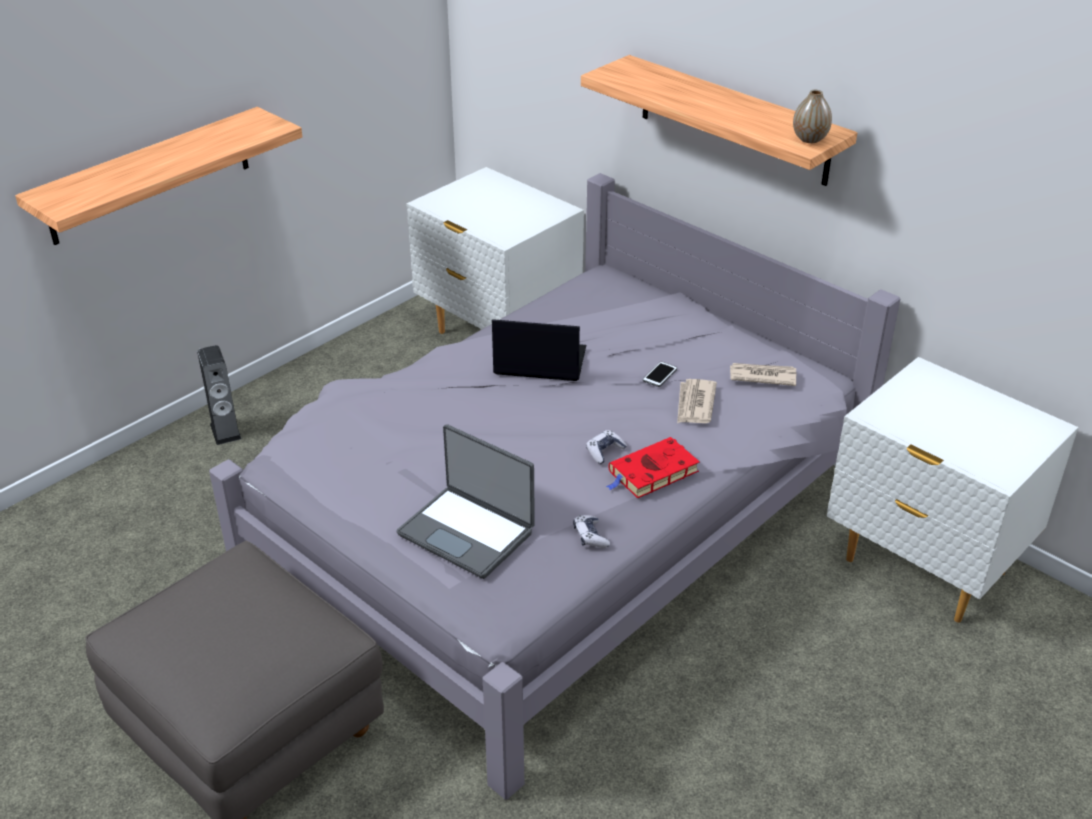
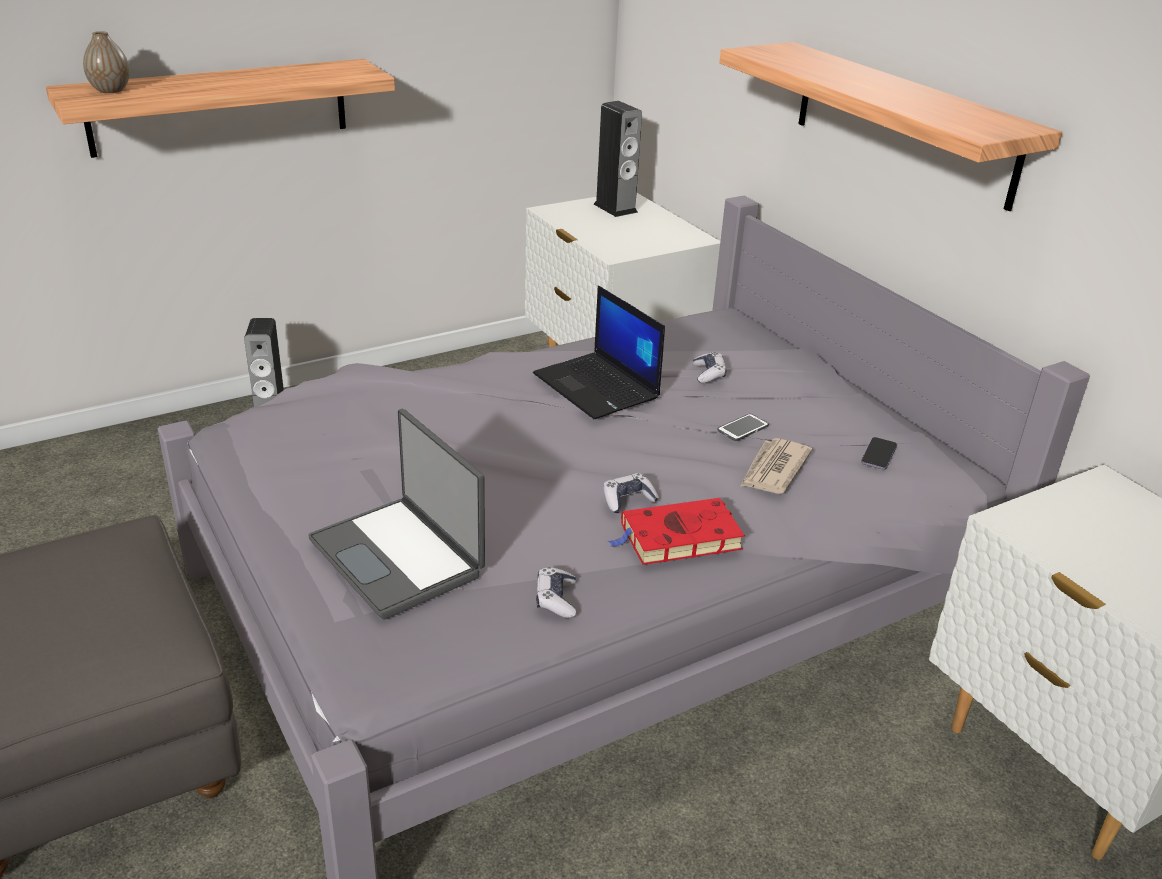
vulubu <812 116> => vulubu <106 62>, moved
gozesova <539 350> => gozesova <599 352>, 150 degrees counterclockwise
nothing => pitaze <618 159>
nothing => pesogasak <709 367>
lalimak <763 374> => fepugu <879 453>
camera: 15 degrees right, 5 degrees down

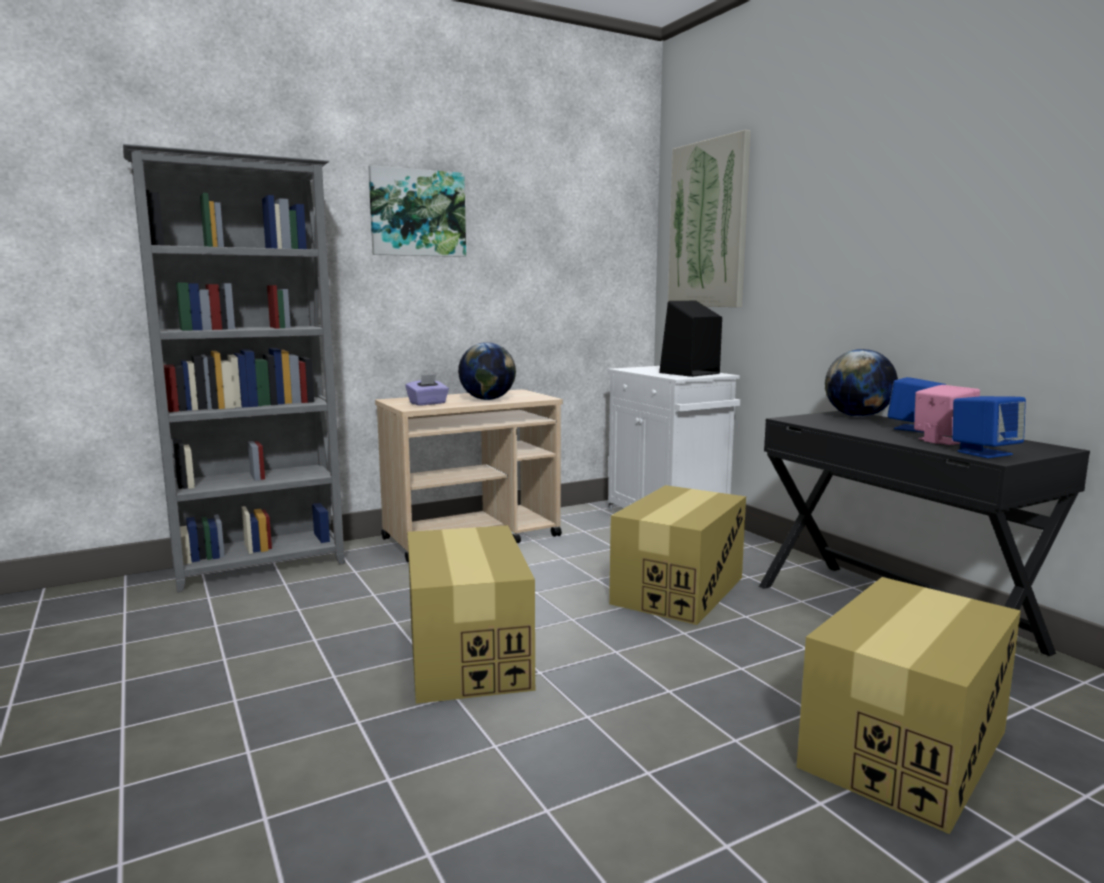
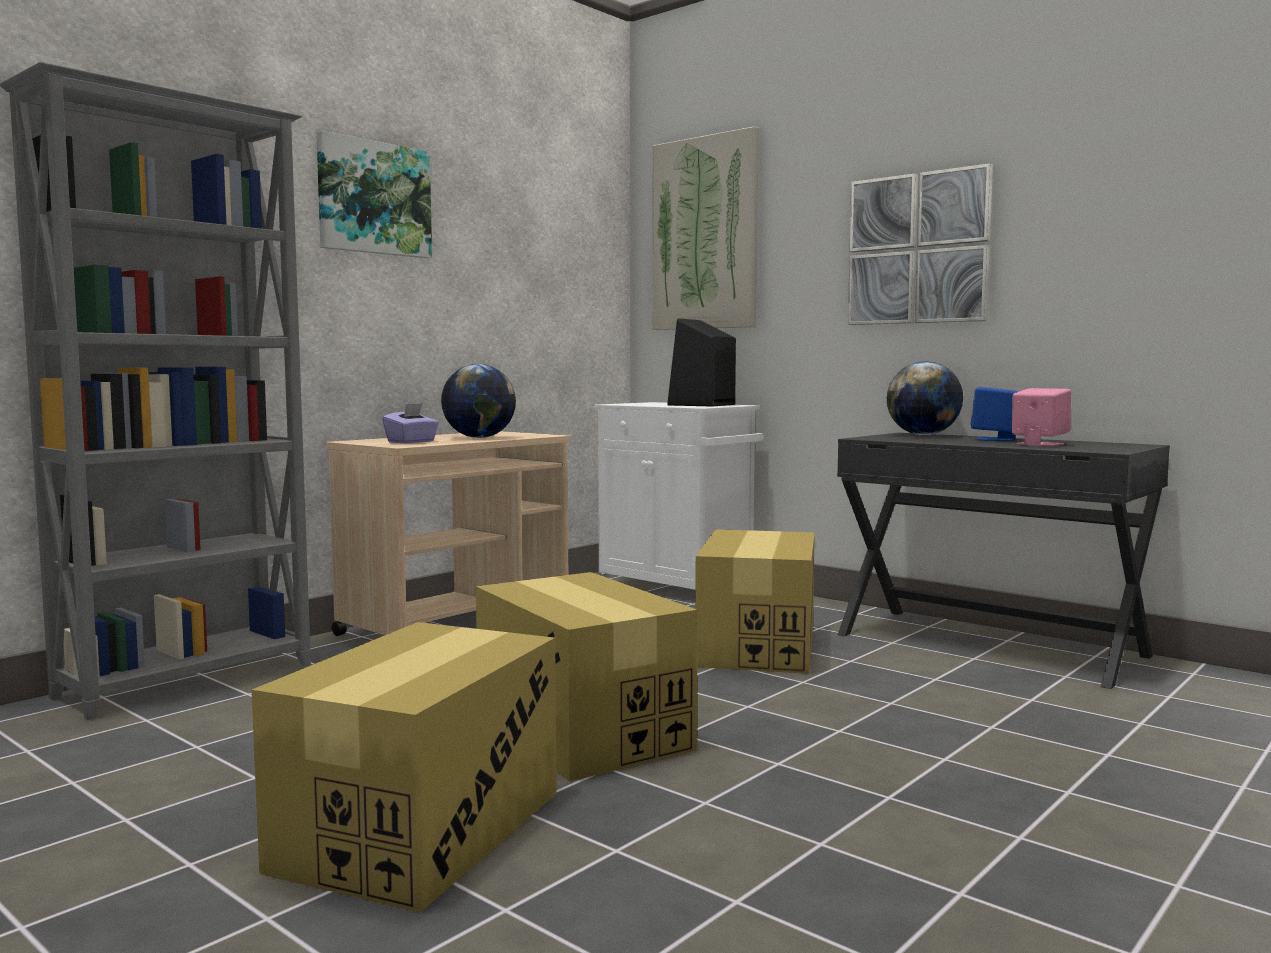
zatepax <909 705> => zatepax <404 767>, moved
nothing => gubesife <920 244>
blue_pitaze <989 427> => nothing
camera: 20 degrees left, 5 degrees down

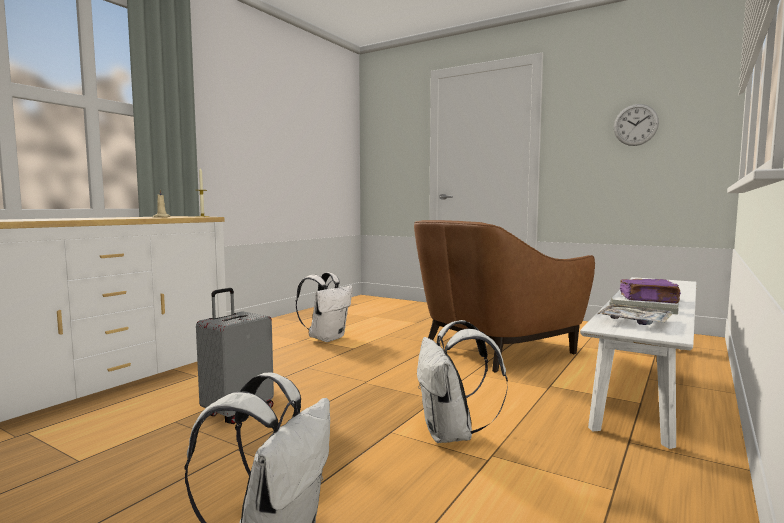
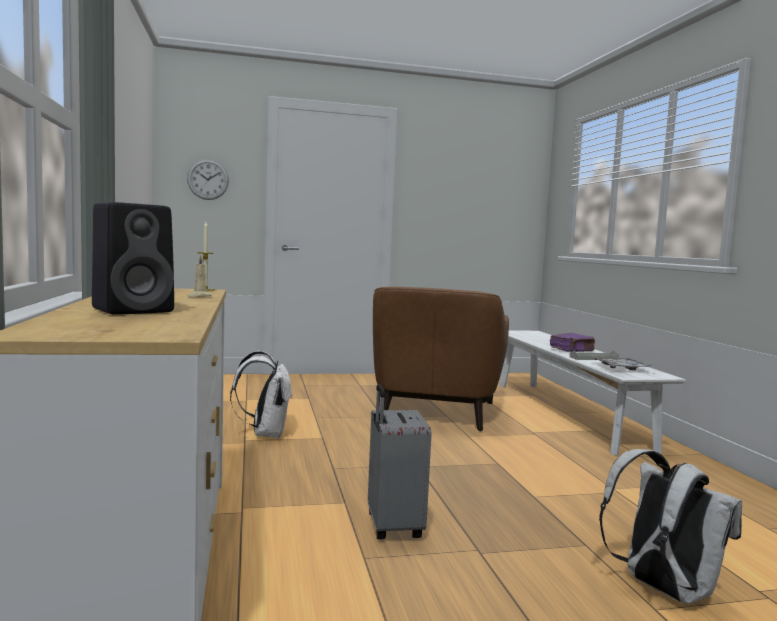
nothing => black_pitaze <133 258>
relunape <636 125> => relunape <208 179>, moved
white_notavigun <462 381> => nothing
camera: 45 degrees left, 0 degrees up

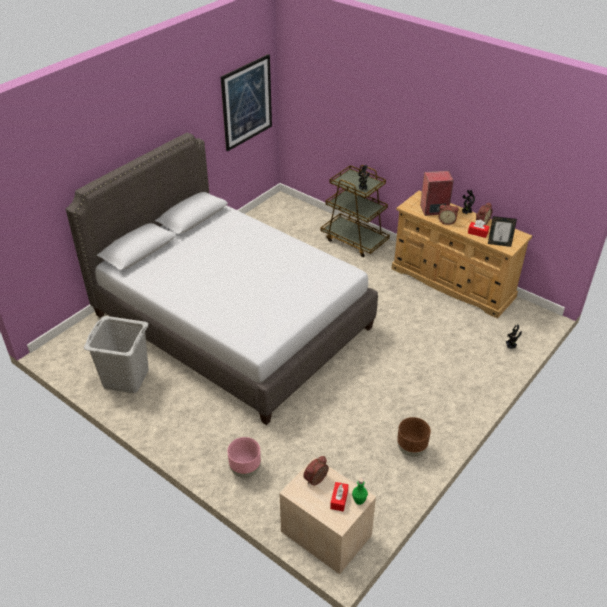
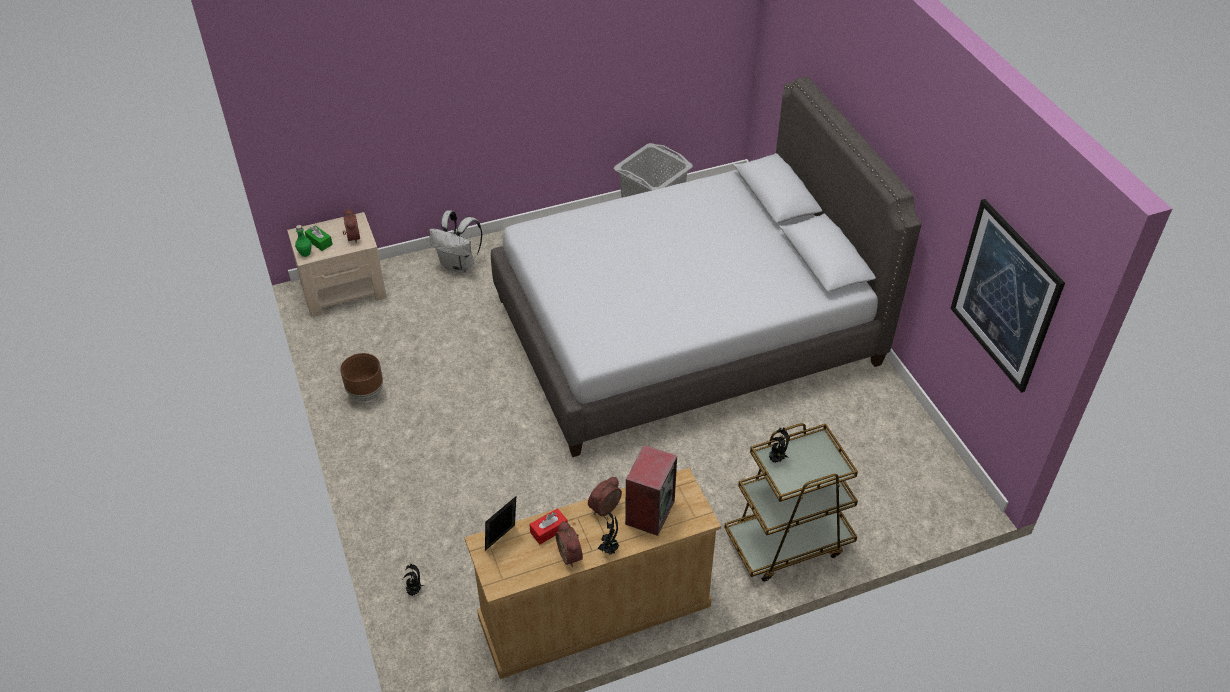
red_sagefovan <339 497> => green_sagefovan <319 238>
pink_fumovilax <244 457> => white_notavigun <455 241>
camera: 120 degrees right, 5 degrees up

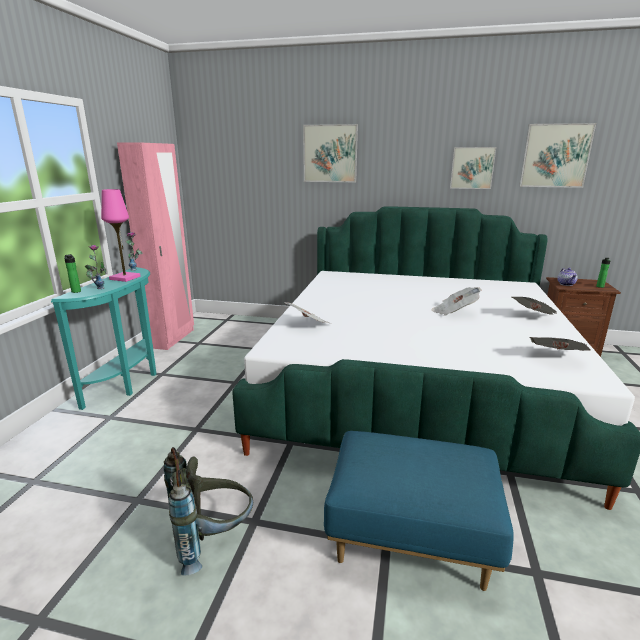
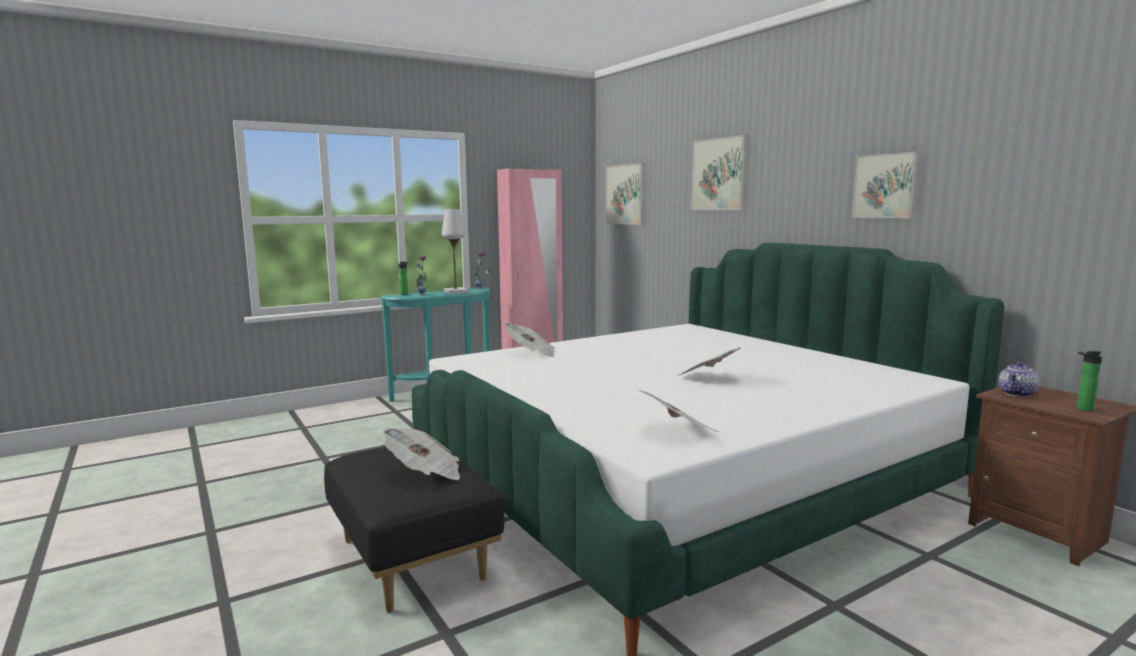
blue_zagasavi <419 511> => black_zagasavi <414 529>
lalimak <534 306> => lalimak <421 454>, moved
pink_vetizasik <121 235> => white_vetizasik <455 251>
gubesife <557 155> => gubesife <625 194>, moved
grey_notavigun <208 511> => nothing
camera: 45 degrees right, 10 degrees down

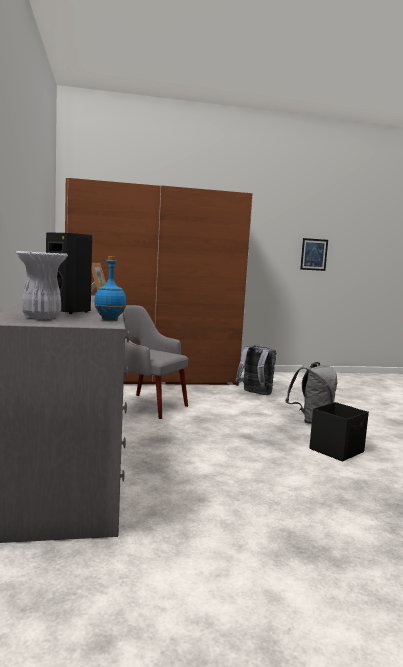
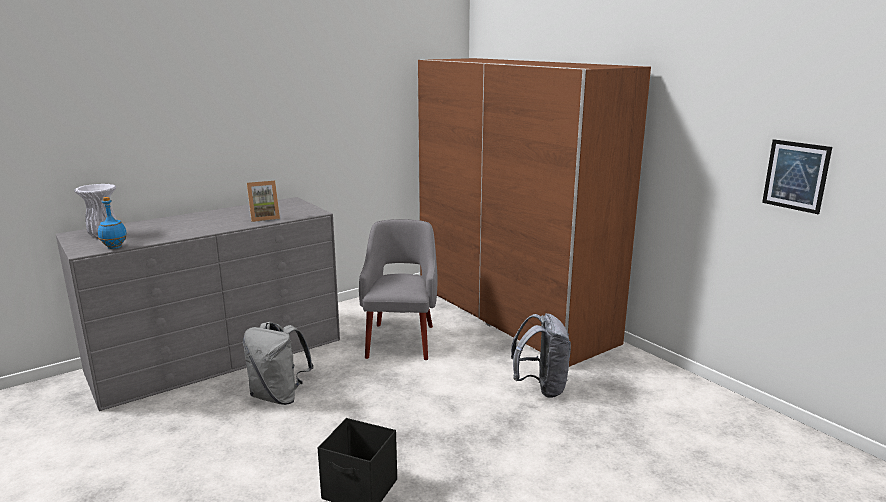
grey_notavigun <311 393> => grey_notavigun <278 363>, moved
black_pitaze <69 273> => nothing
camera: 65 degrees right, 10 degrees up

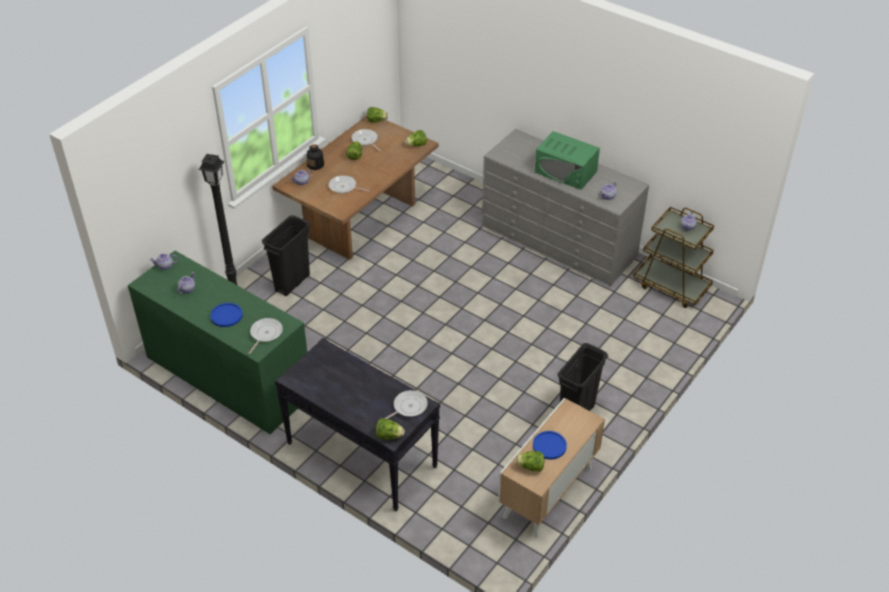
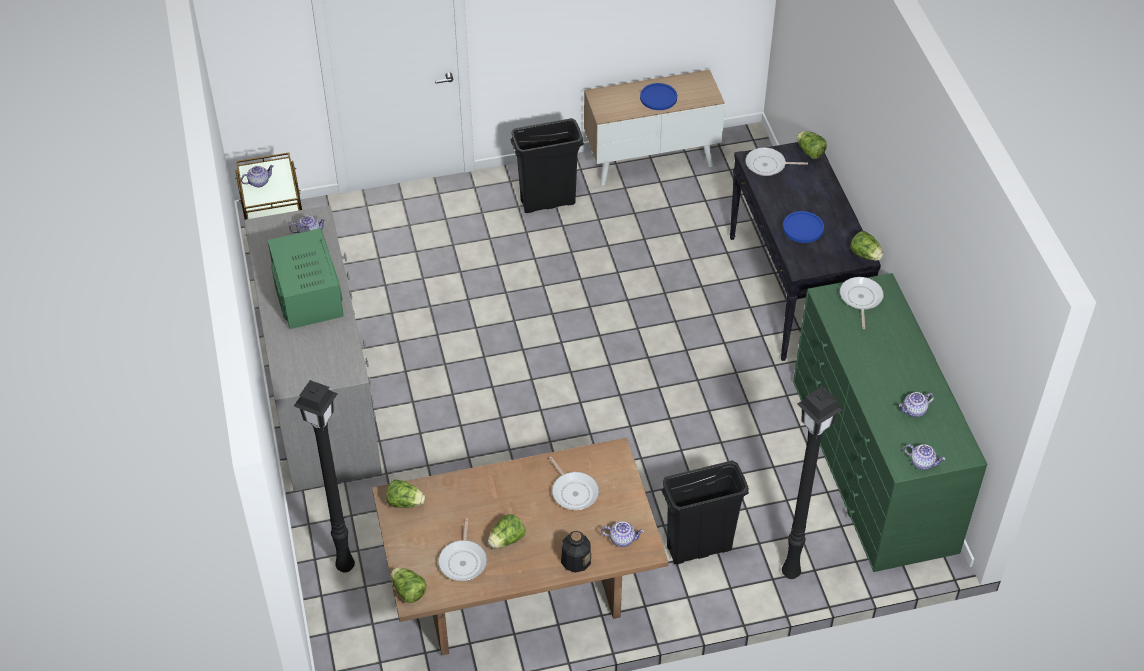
nothing => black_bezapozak <324 476>
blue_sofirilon <226 315> => blue_sofirilon <803 227>, moved
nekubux <265 336> => nekubux <862 303>, 120 degrees clockwise
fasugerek <530 461> => fasugerek <867 246>, moved
camera: 140 degrees left, 5 degrees up

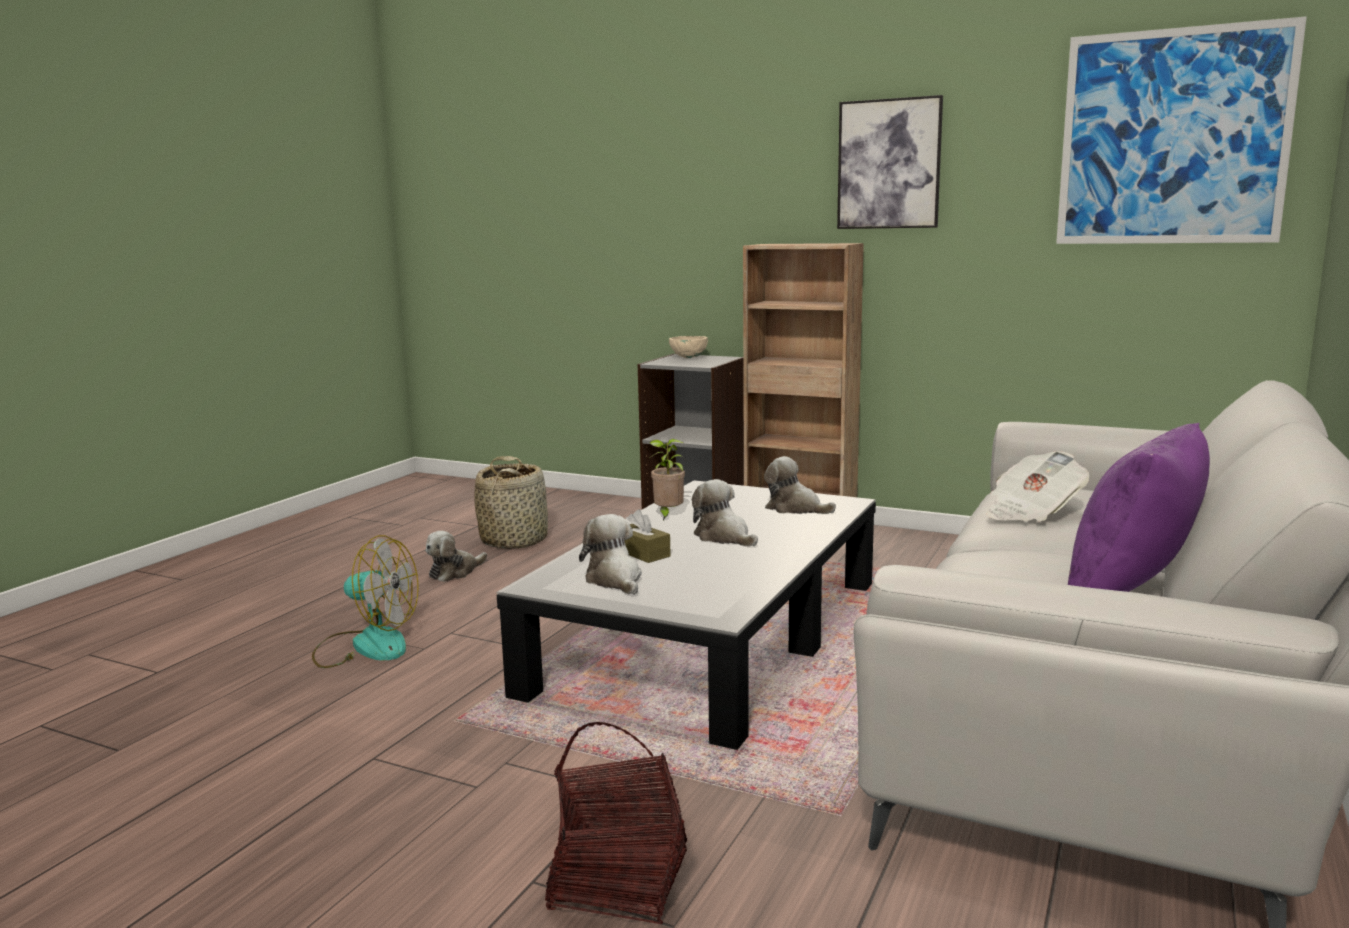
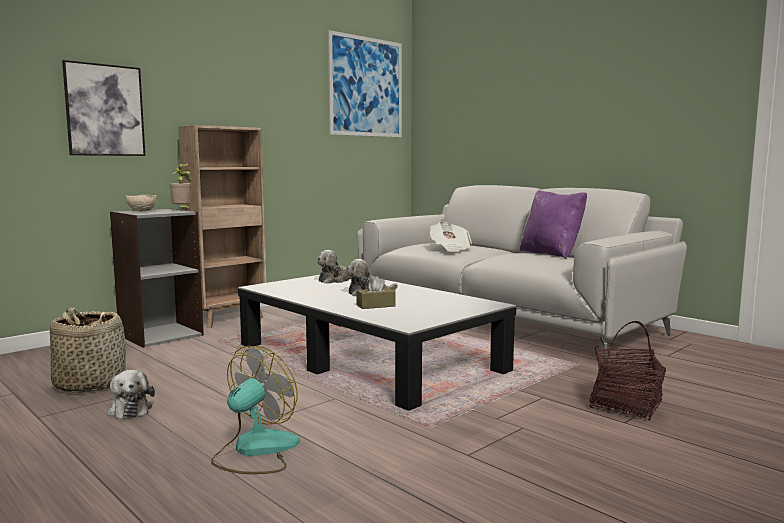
gubesife <890 162> => gubesife <103 108>, moved
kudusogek <667 479> => kudusogek <180 186>, moved
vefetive <610 554> => nothing
camera: 70 degrees left, 5 degrees down

